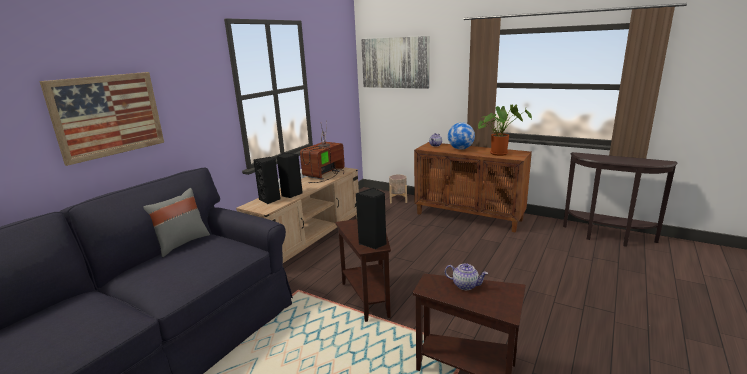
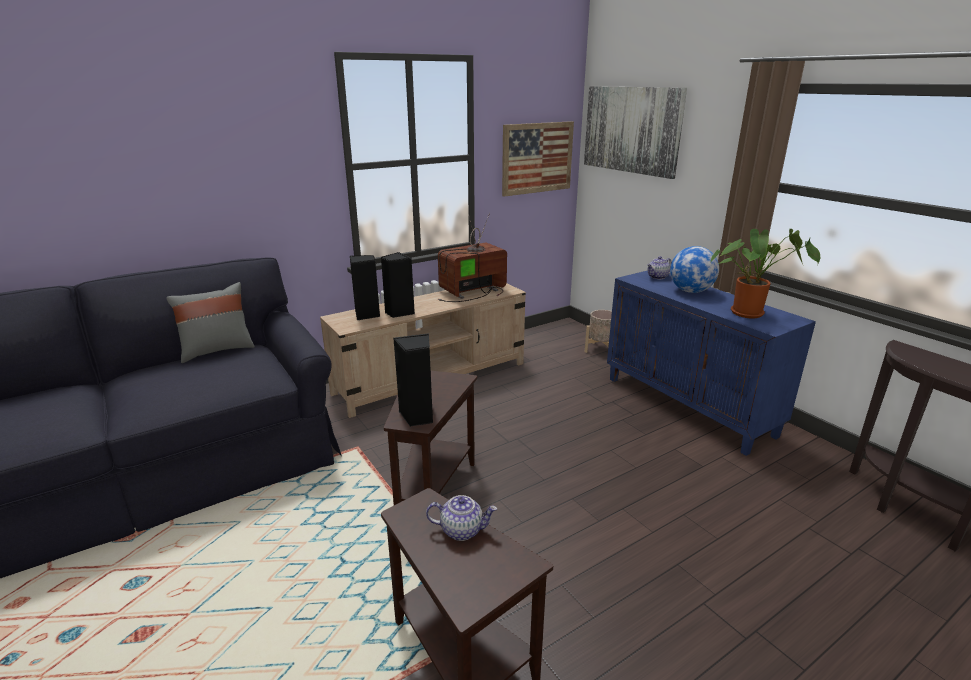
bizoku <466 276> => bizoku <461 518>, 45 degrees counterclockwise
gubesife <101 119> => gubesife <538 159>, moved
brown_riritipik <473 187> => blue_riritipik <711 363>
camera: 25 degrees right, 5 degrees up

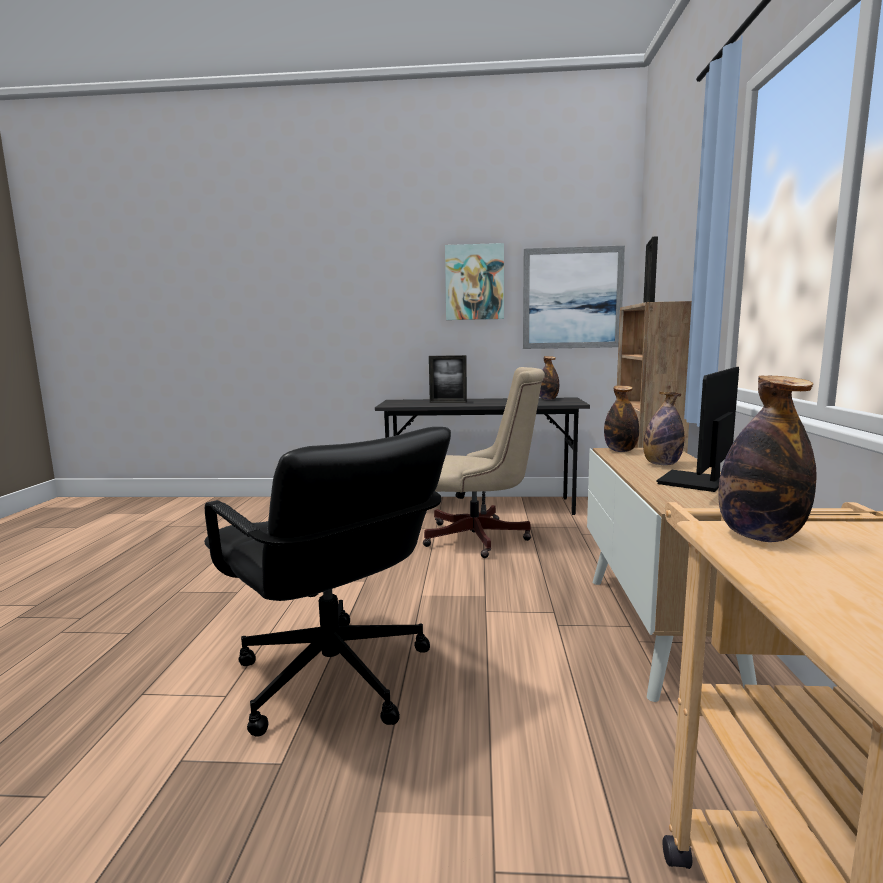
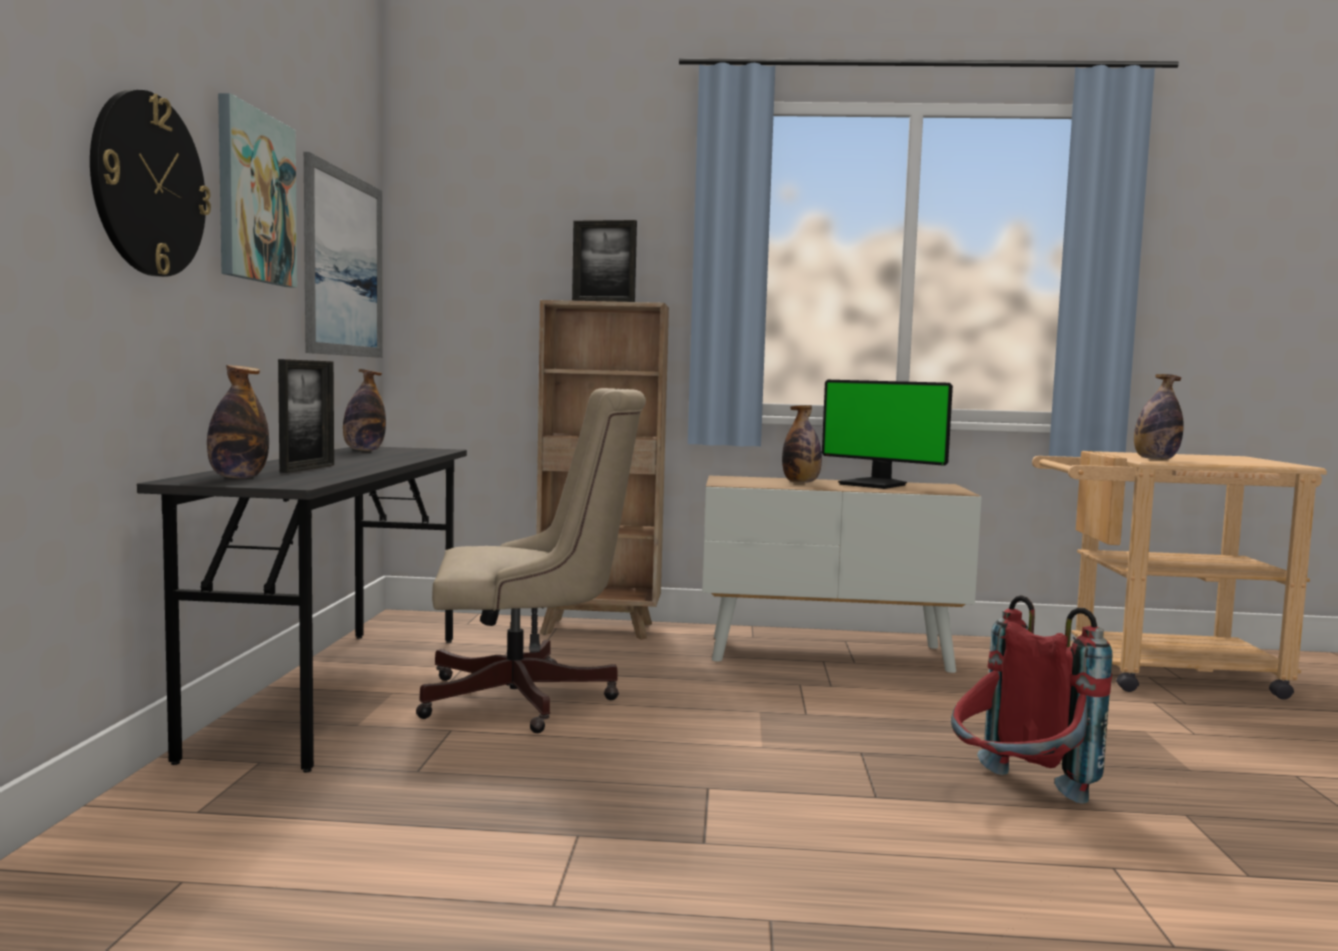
nothing => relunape <150 183>
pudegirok <621 418> => pudegirok <238 421>, moved
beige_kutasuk <484 462> => beige_kutasuk <531 560>, 75 degrees clockwise
black_kutasuk <327 581> => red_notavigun <1031 699>
camera: 90 degrees left, 5 degrees down

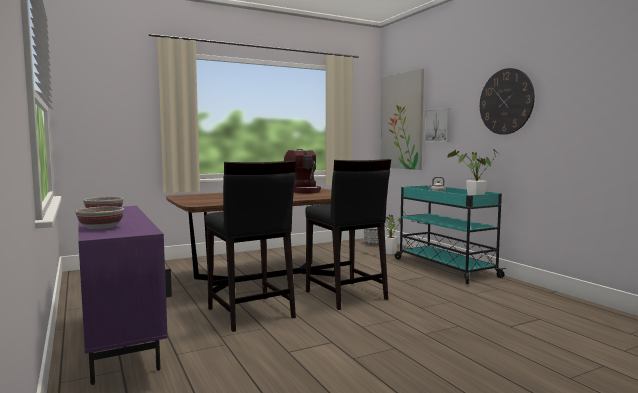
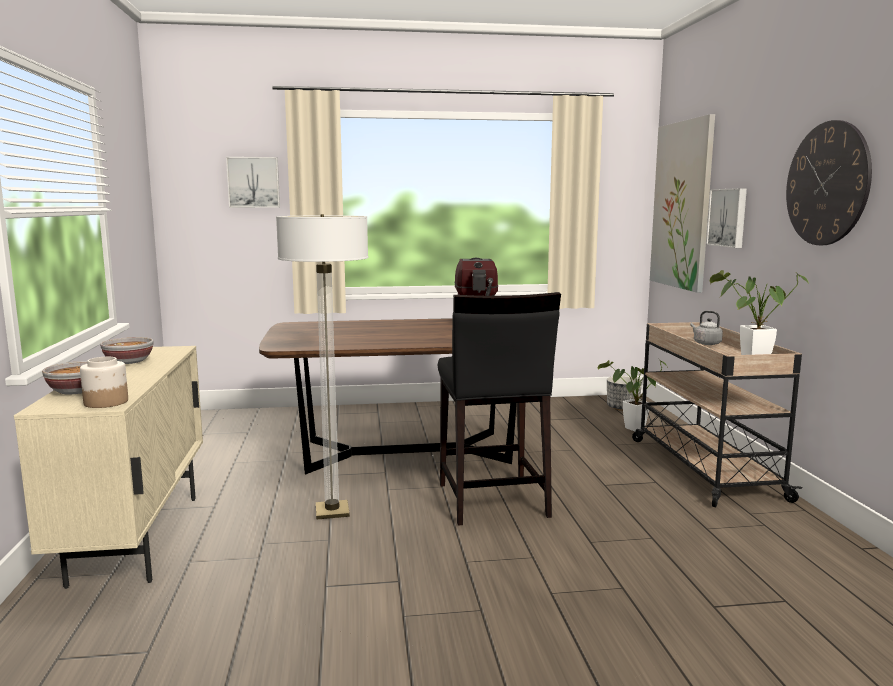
purple_riritipik <125 295> => beige_riritipik <108 467>
nothing => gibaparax <104 382>
nothing => gubesife <253 182>
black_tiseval <250 246> => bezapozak <322 367>
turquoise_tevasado <450 234> => beige_tevasado <717 414>
camera: 20 degrees right, 5 degrees up

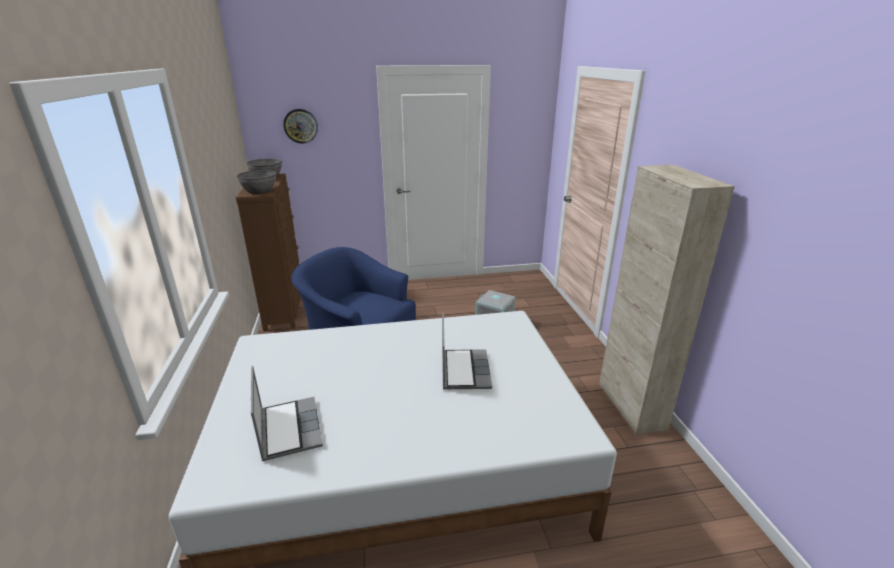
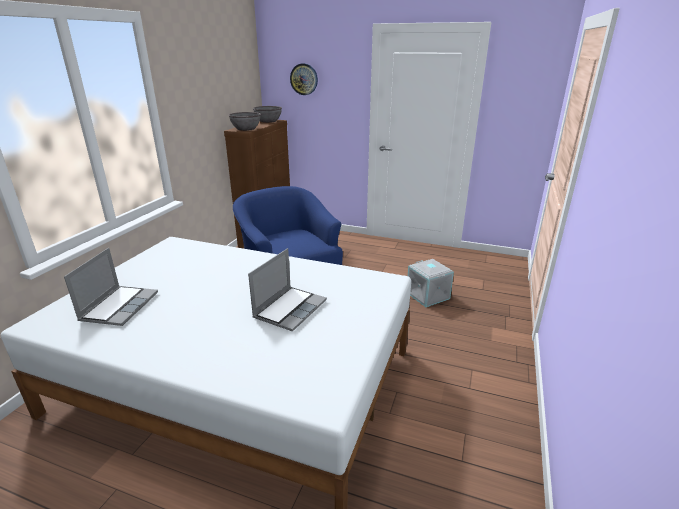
beige_riritipik <667 300> => nothing
camera: 30 degrees right, 0 degrees up

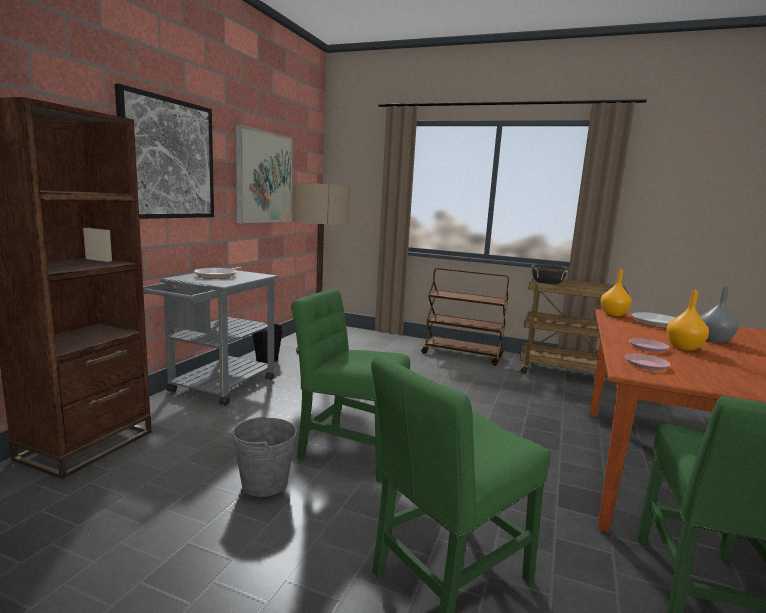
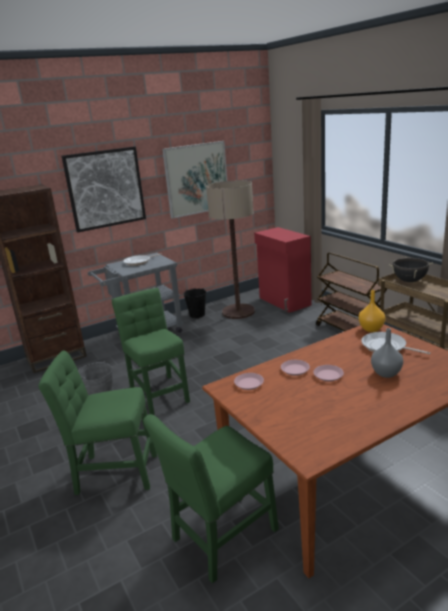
nothing => red_riritipik <283 270>
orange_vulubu <687 320> => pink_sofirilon <328 373>
camera: 40 degrees right, 10 degrees up

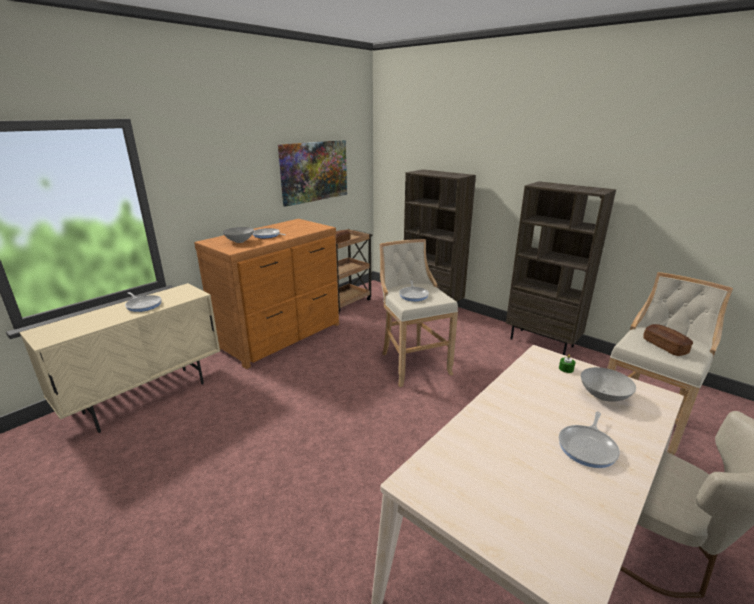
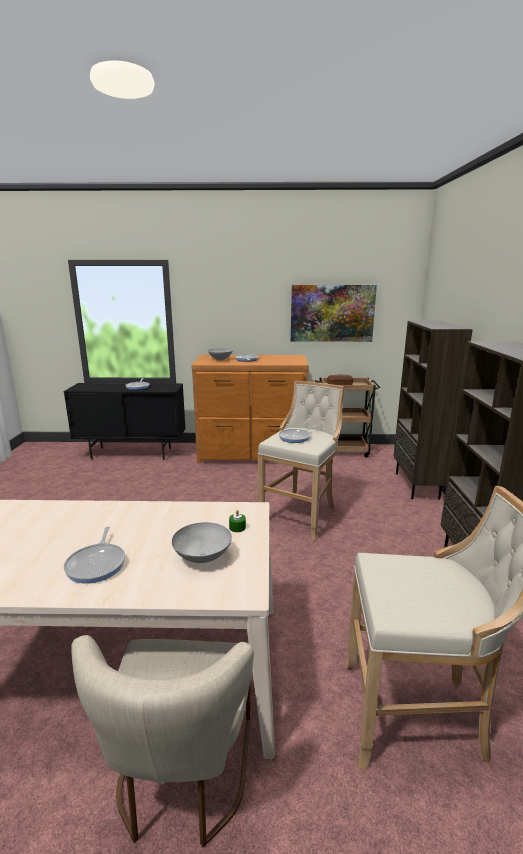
beige_riritipik <119 358> => black_riritipik <125 421>
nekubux <589 440> => nekubux <94 555>, 90 degrees counterclockwise
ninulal <668 340> => nothing
camera: 50 degrees right, 5 degrees down

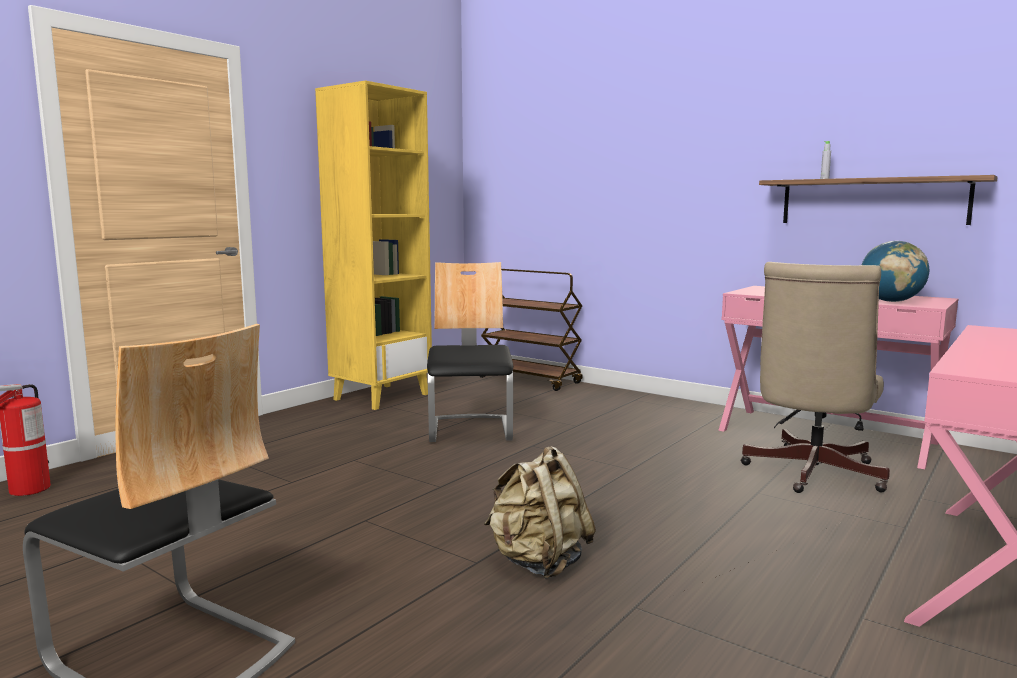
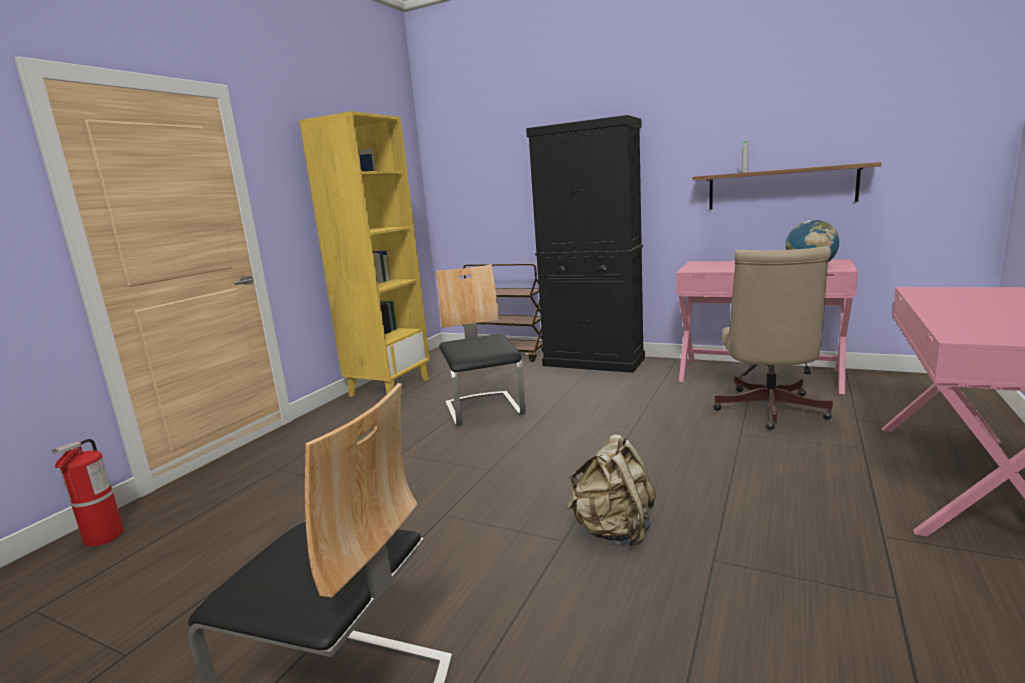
nothing => black_riritipik <585 244>
camera: 10 degrees left, 5 degrees up

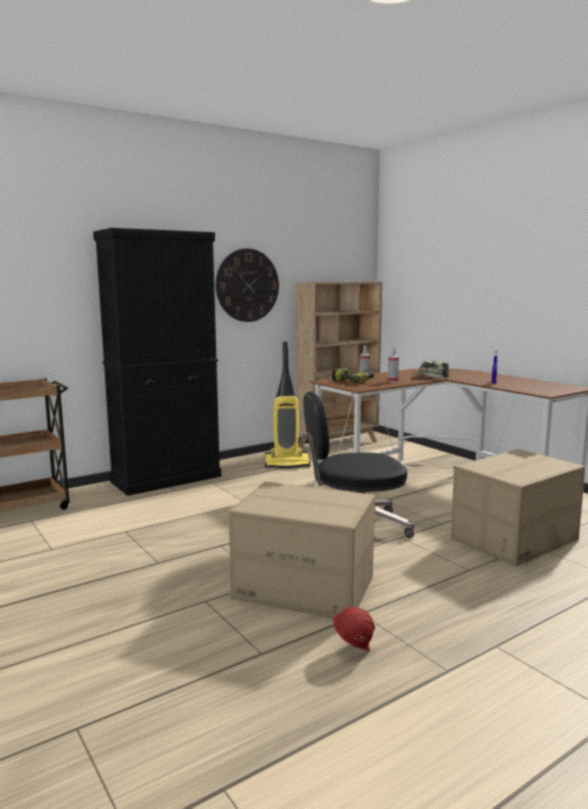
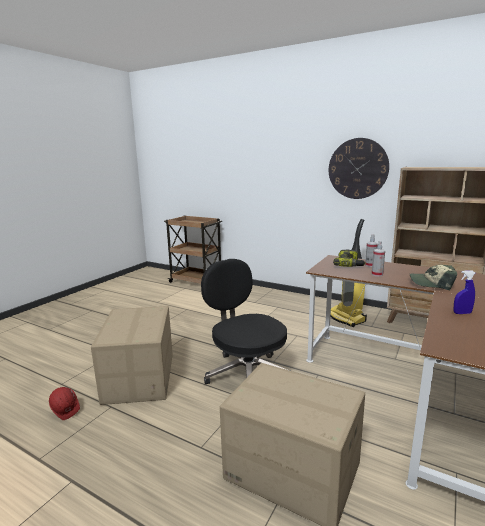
black_riritipik <157 362> => nothing
camera: 65 degrees right, 5 degrees up

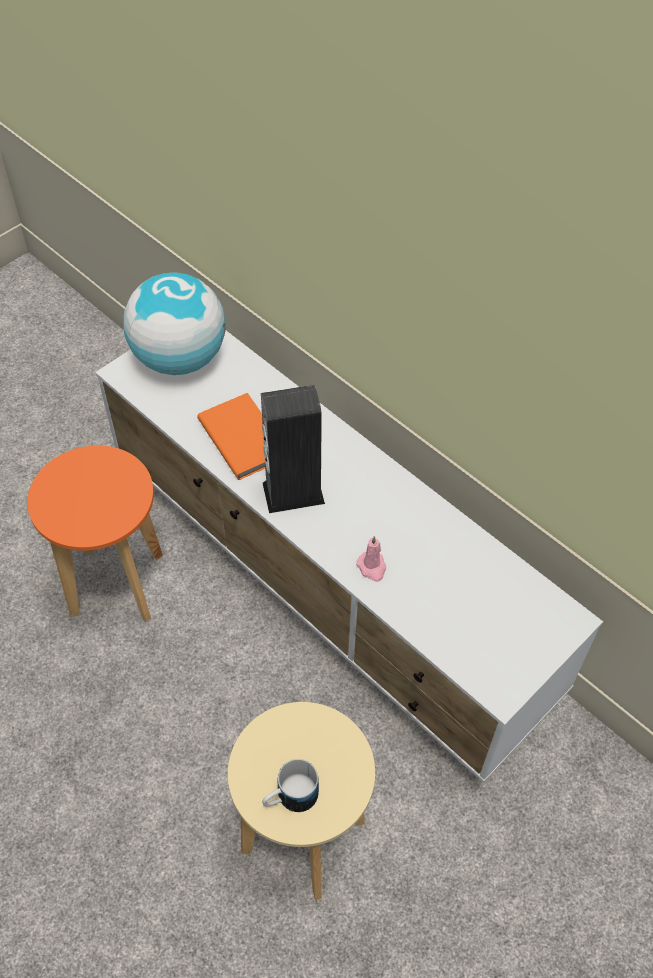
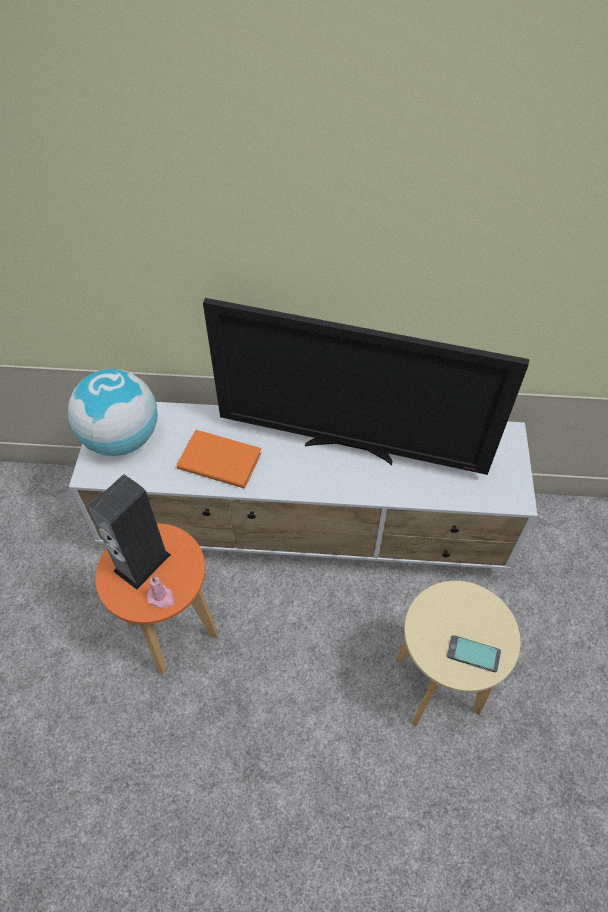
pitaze <293 449> => pitaze <129 532>, moved
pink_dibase <371 559> => pink_dibase <161 592>, moved
nothing => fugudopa <366 386>
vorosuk <290 785> => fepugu <474 653>
camera: 40 degrees left, 0 degrees up

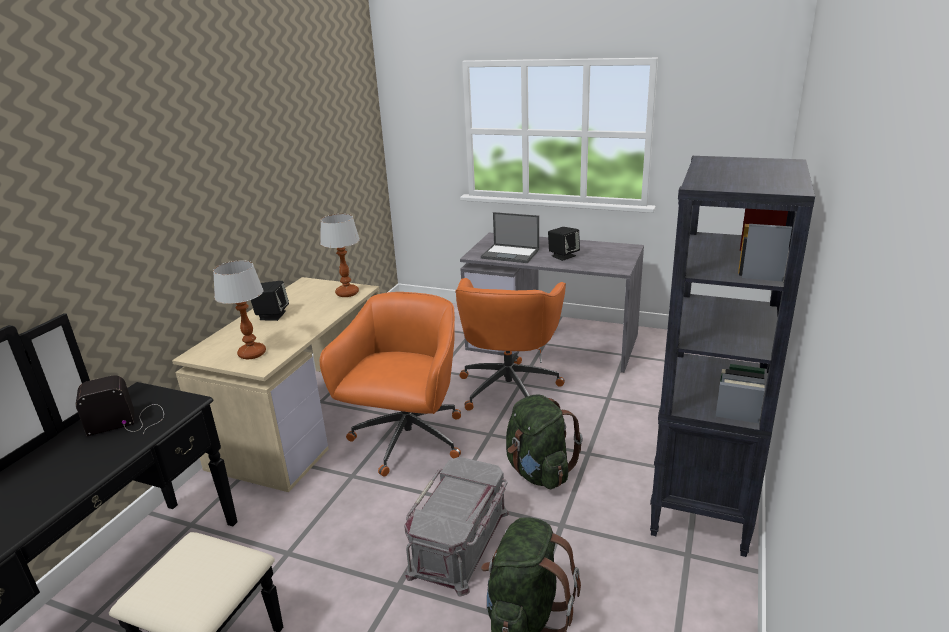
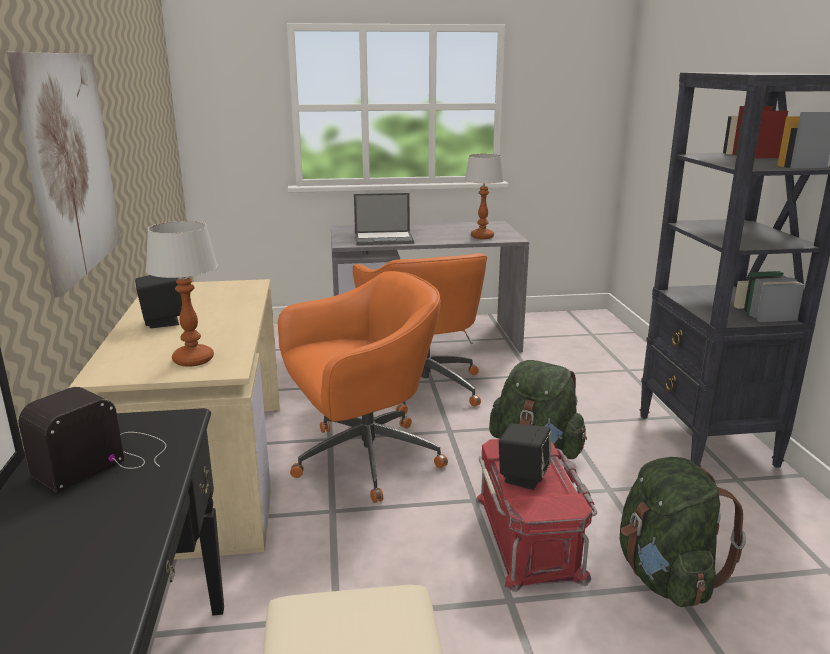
nothing => gubesife <64 174>
orange_kutasuk <390 384> => orange_kutasuk <363 387>, 75 degrees clockwise
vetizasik <340 255> => vetizasik <484 196>, moved
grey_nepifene <456 527> => red_nepifene <536 515>
black_pitaze <564 244> => black_pitaze <525 456>, moved
camera: 30 degrees left, 5 degrees down

